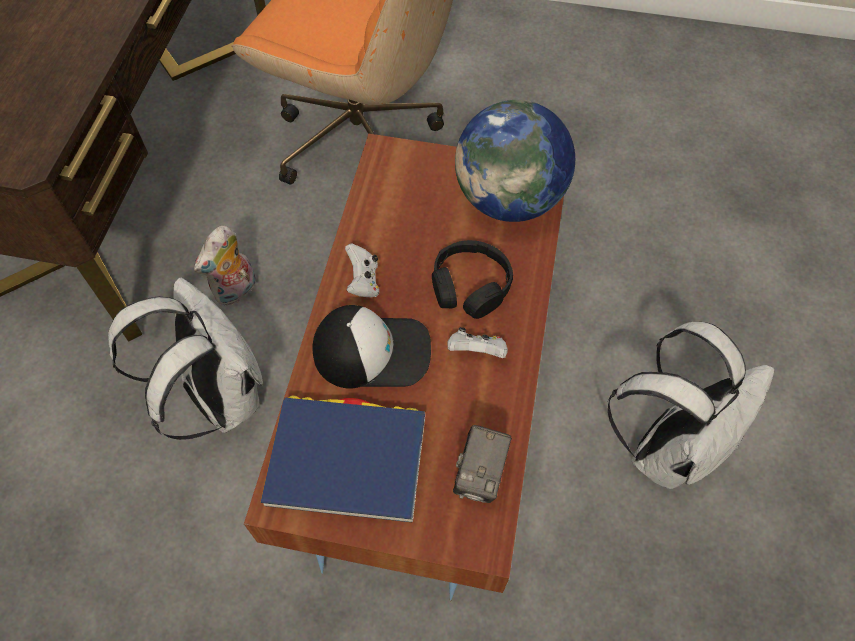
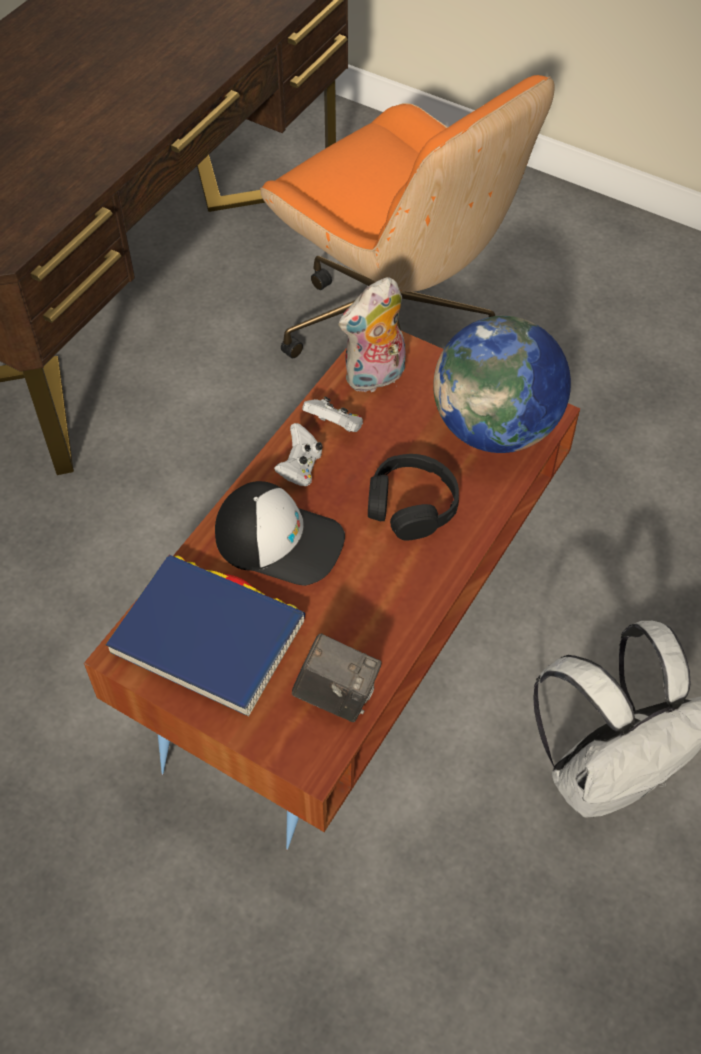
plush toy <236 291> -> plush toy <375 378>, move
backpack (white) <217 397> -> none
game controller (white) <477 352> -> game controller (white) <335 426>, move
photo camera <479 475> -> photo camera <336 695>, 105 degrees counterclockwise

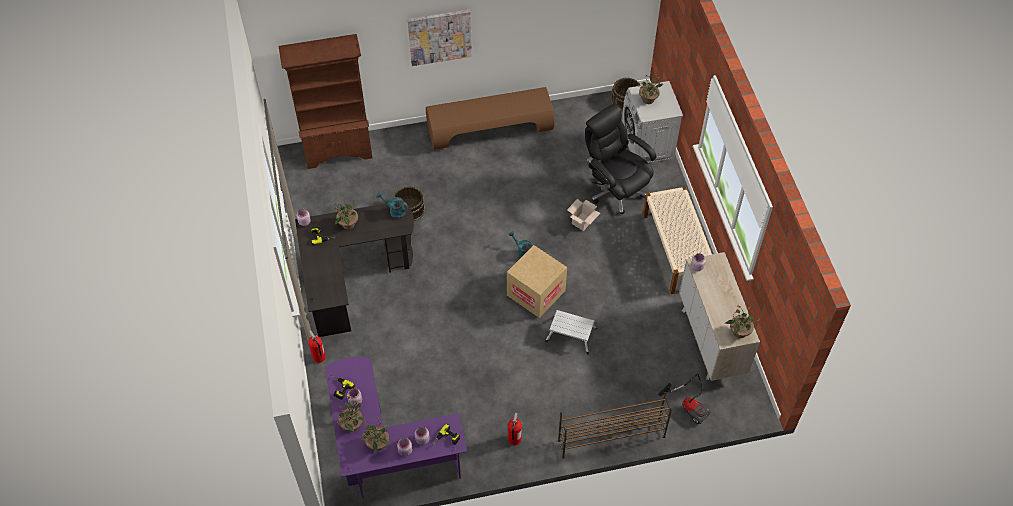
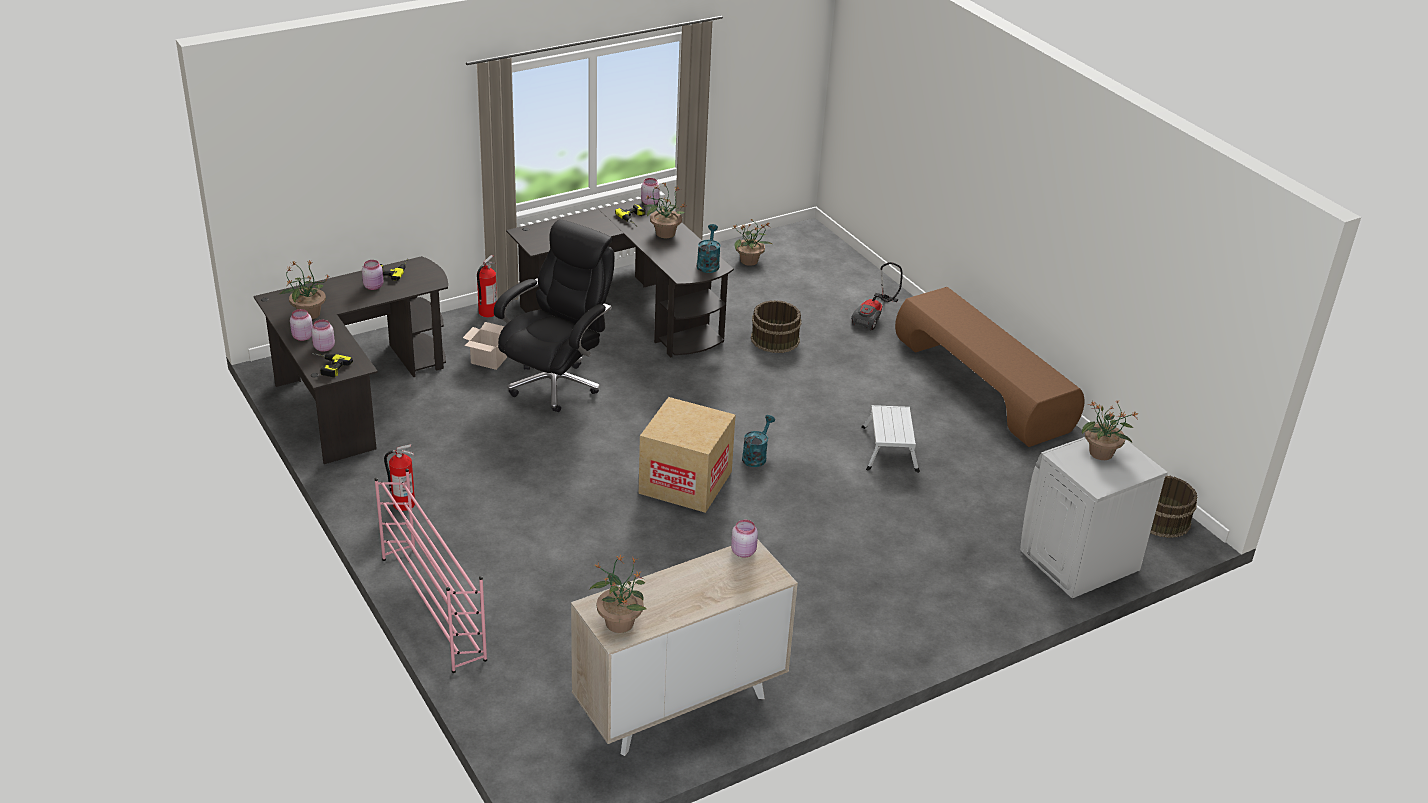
picture <440 36> -> none
bookcase (brown) <338 151> -> none
office chair (black) <615 191> -> office chair (black) <557 383>, move
bench (beige) <676 250> -> none
cardboard box <582 222> -> cardboard box <487 360>, move
step ladder (white) <571 334> -> step ladder (white) <889 449>, move
desk (purple) <385 452> -> desk (black) <352 391>
vacuum cleaner <689 406> -> vacuum cleaner <874 317>, move
shoe rack (brown) <611 438> -> shoe rack (pink) <433 607>
potted plant <352 425> -> potted plant <750 261>, move

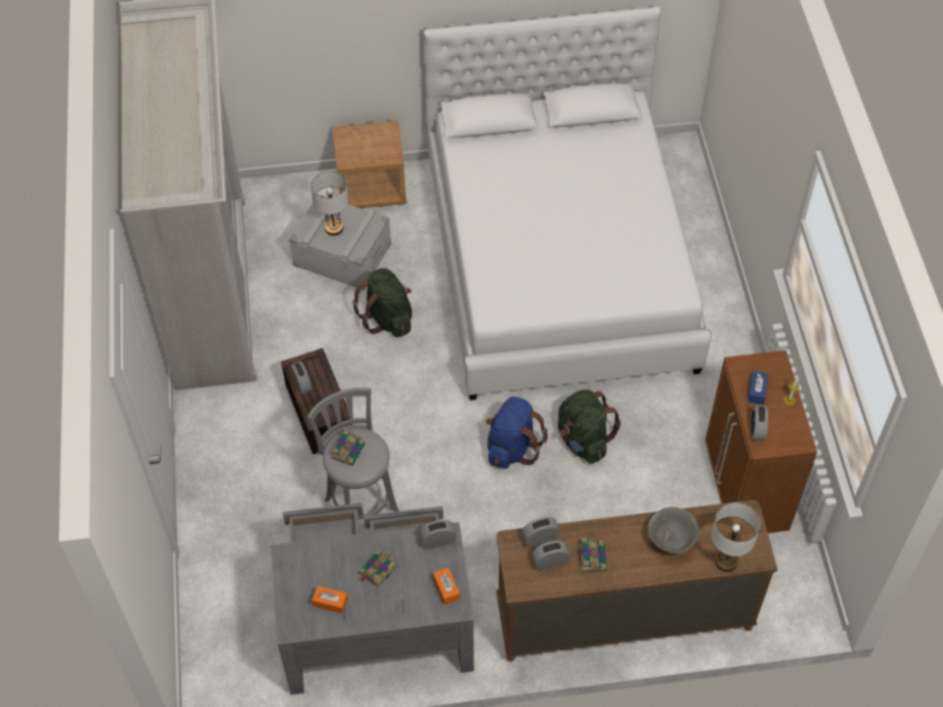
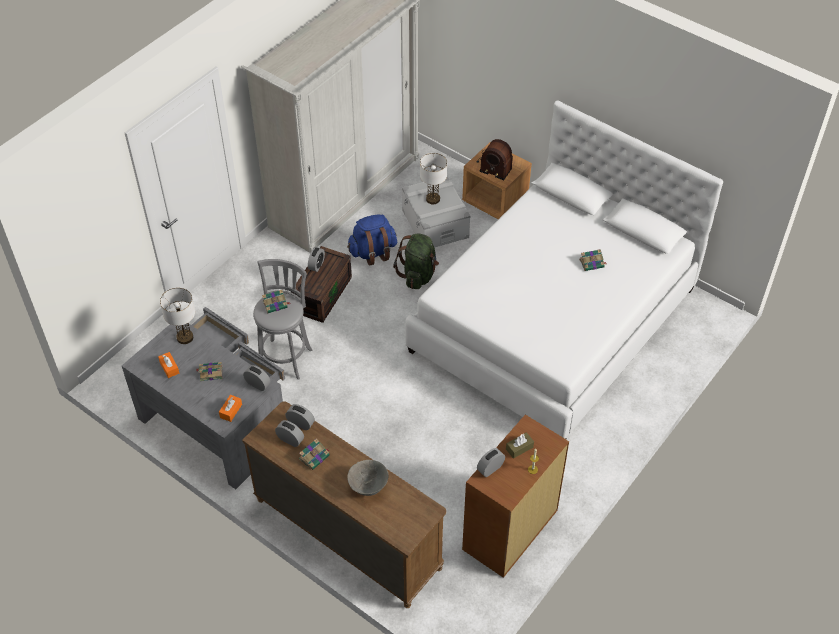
tissue box (blue) <757 391> -> tissue box (brown) <519 448>
backpack (green) <583 440> -> none
backpack (blue) <512 447> -> backpack (blue) <373 252>, move
table lamp <726 561> -> table lamp <184 338>, move
none -> radio <494 164>
none -> book <592 263>

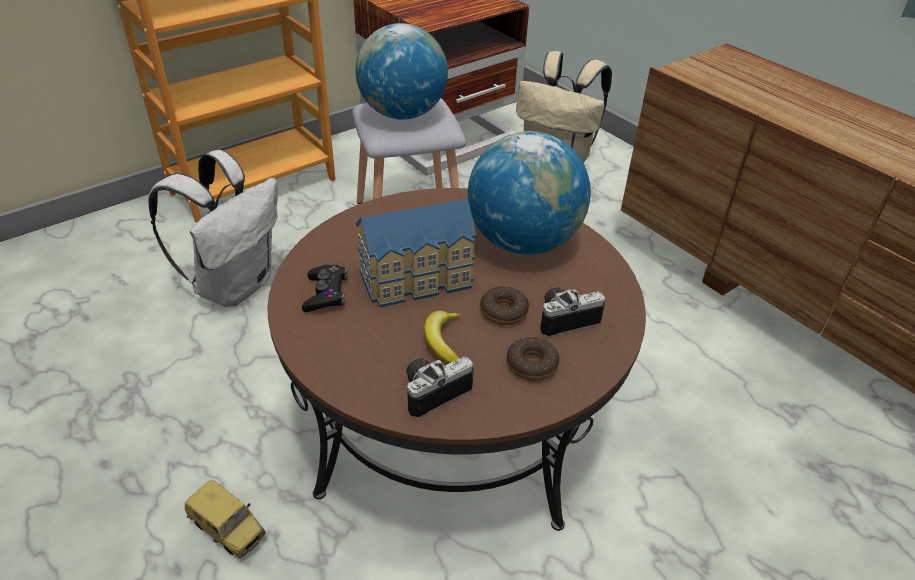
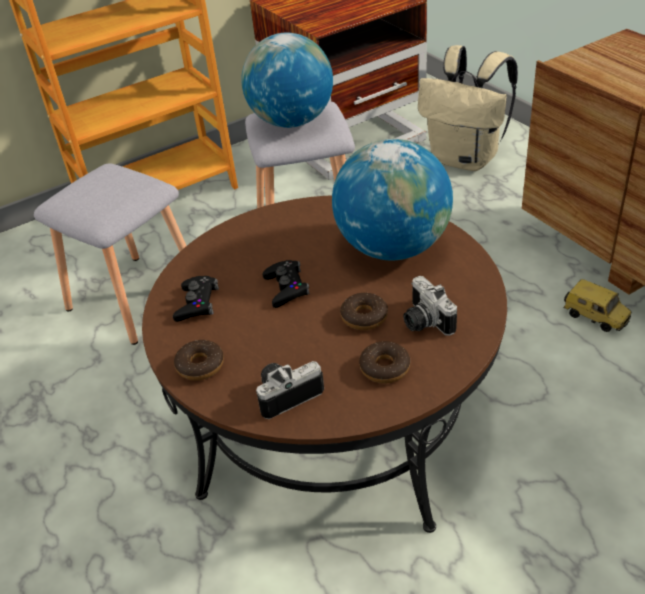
backpack (white) <235 285> -> stool (grey) <136 296>
toy house <419 280> -> game controller (black) <286 288>
photo camera <564 318> -> photo camera <423 322>, 105 degrees counterclockwise
banana <443 342> -> none
toy car <229 529> -> toy car <596 317>, move
none -> donut <200 365>

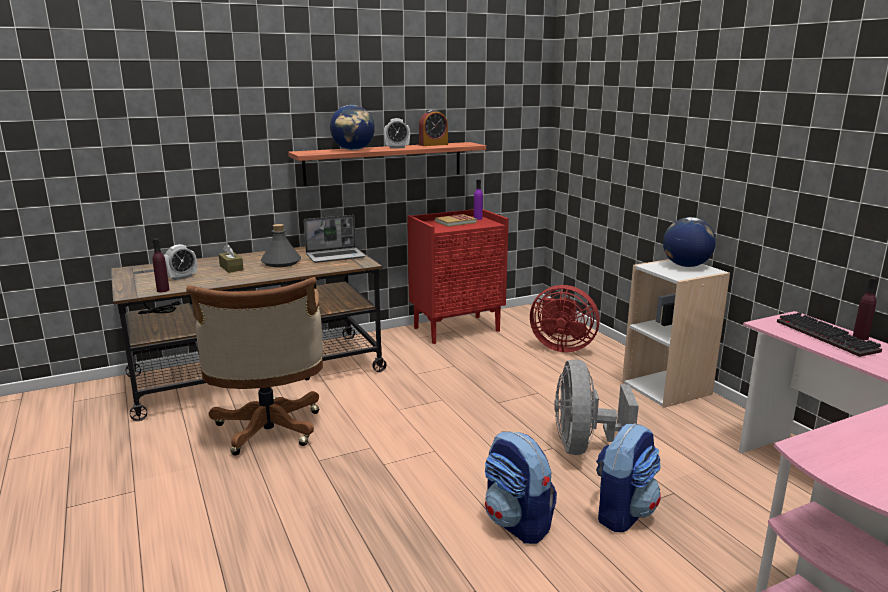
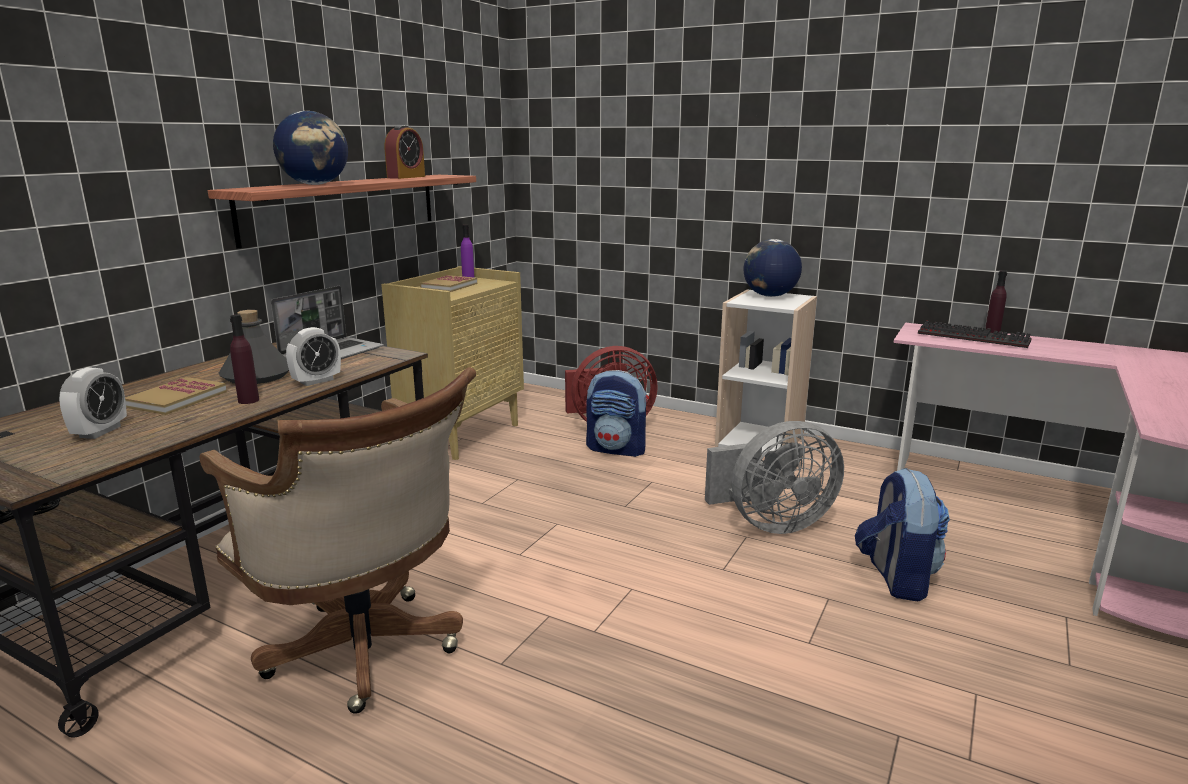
alarm clock <397 147> -> alarm clock <316 381>, move
cabinet (red) <457 329> -> cabinet (beige) <463 435>
bottle (purple) <163 290> -> bottle (purple) <248 400>, move
tissue box (brown) <231 268> -> book <177 399>
fan (grey) <583 446> -> fan (grey) <771 523>, 75 degrees counterclockwise
backpack <517 523> -> backpack <617 449>, move

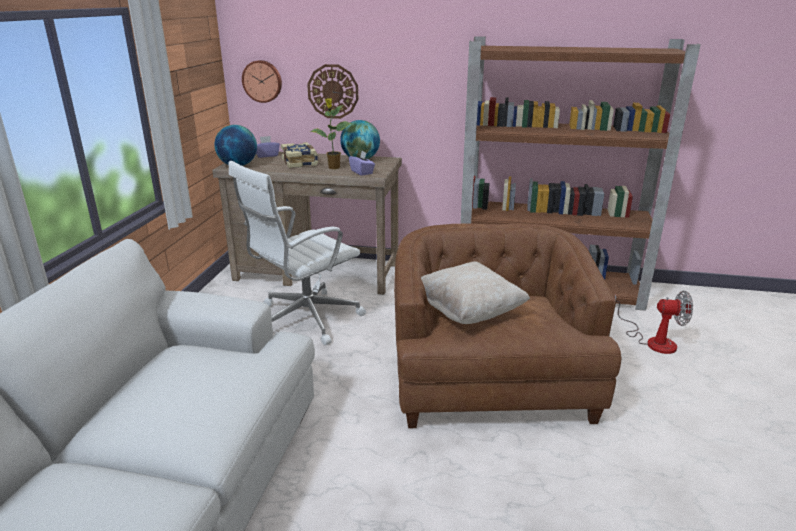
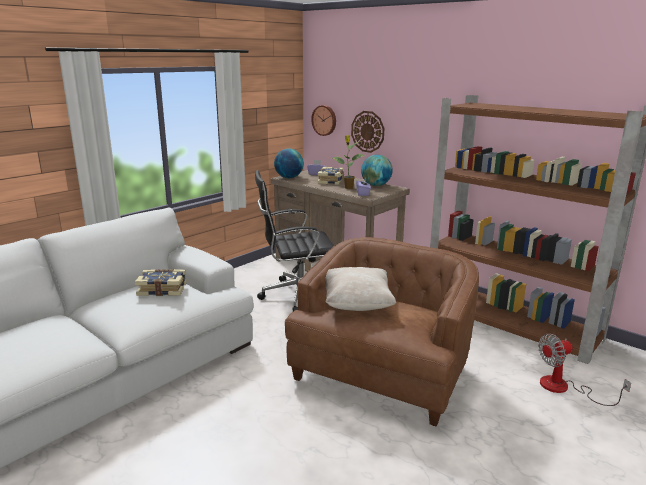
office chair (white) <304 319> -> office chair (black) <297 295>
fan <653 341> -> fan <564 388>, 120 degrees clockwise
none -> book <162 289>

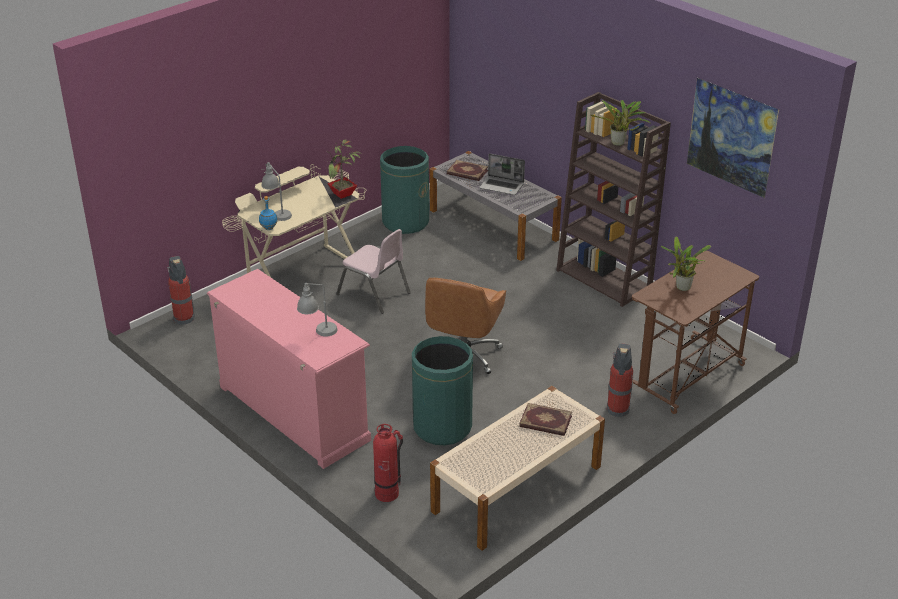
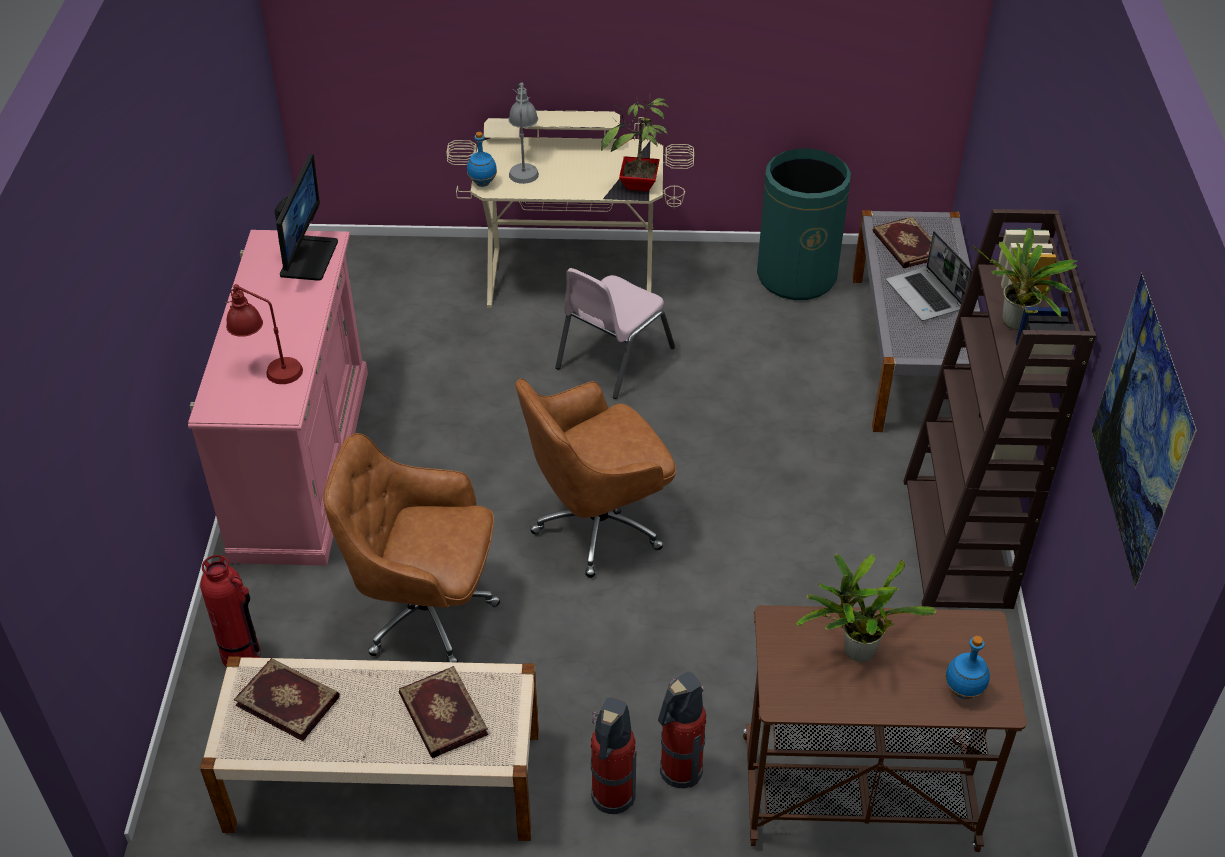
chair (pink) <374 294> -> chair (pink) <613 358>, 45 degrees clockwise
fire extinguisher <184 319> -> fire extinguisher <612 797>, move
table lamp (grey) <318 333> -> table lamp (red) <269 370>
trash can (green) <442 427> -> office chair (brown) <427 612>
none -> monitor <307 257>
none -> bottle (blue) <963 690>
none -> book <288 700>

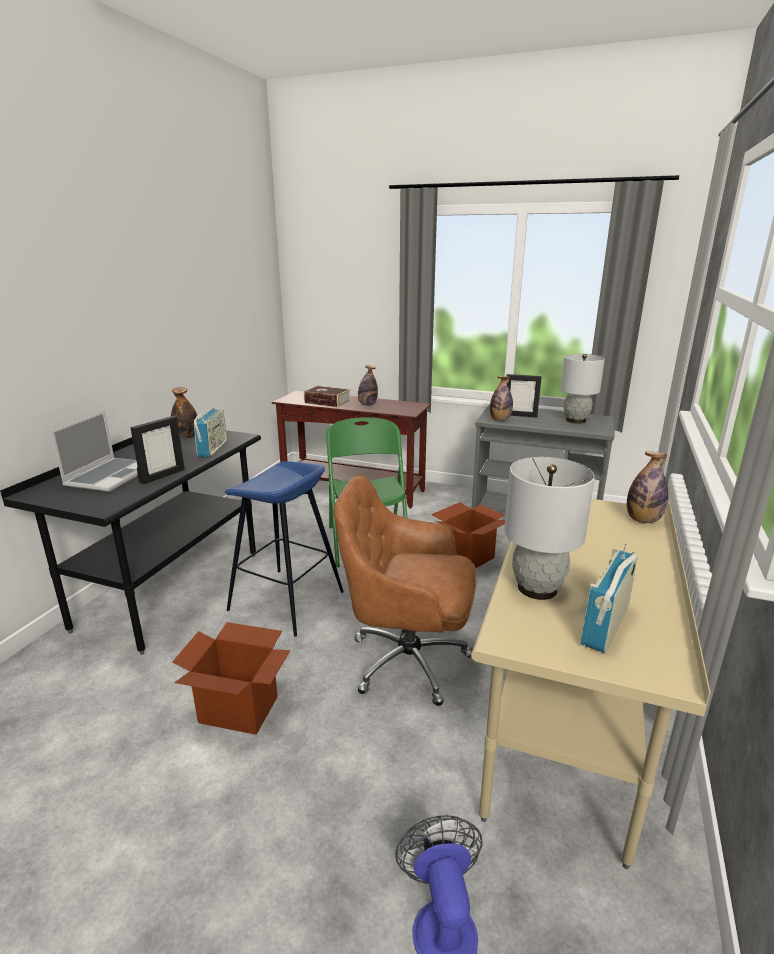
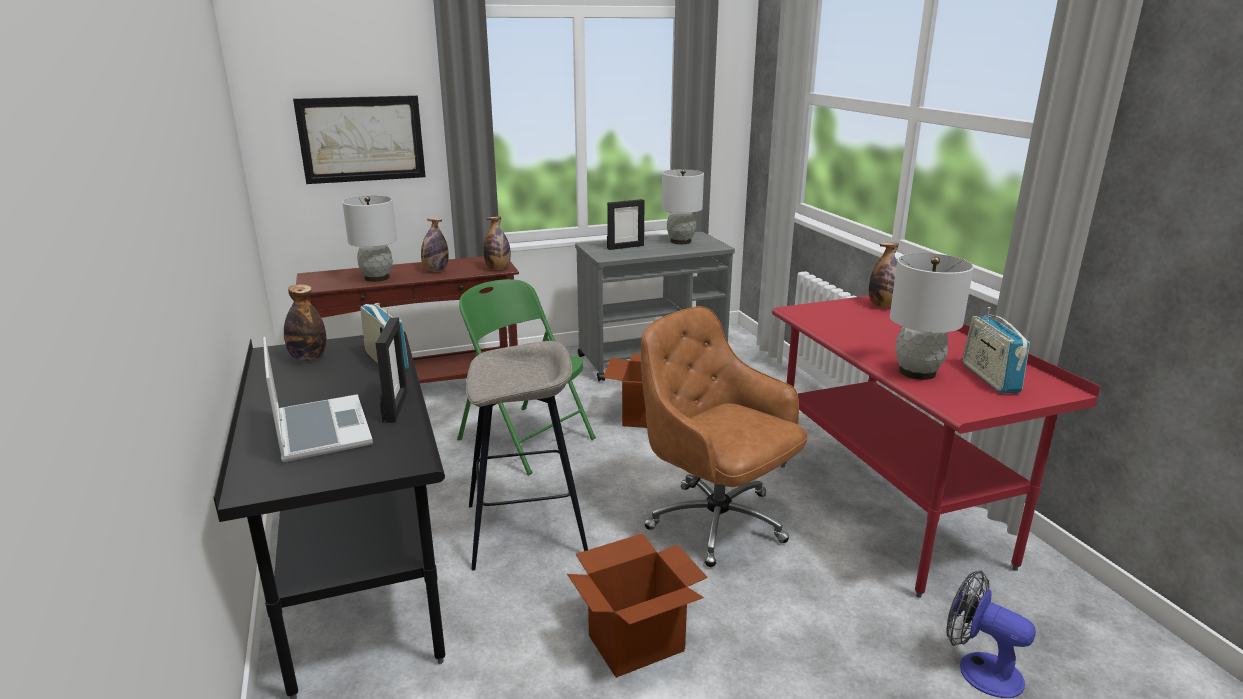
bottle <500 420> -> bottle <498 268>, move
book <327 402> -> table lamp (white) <377 278>
stool (blue) <286 601> -> stool (grey) <526 529>
office chair (brown) <408 660> -> office chair (brown) <717 521>, 75 degrees clockwise
desk (beige) <564 732> -> desk (red) <887 512>
none -> picture <362 139>

